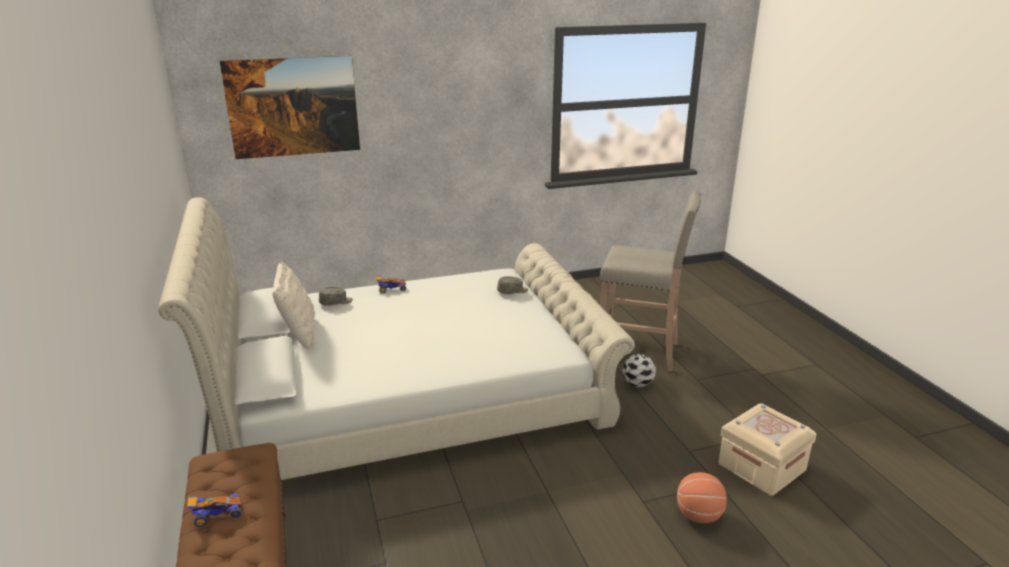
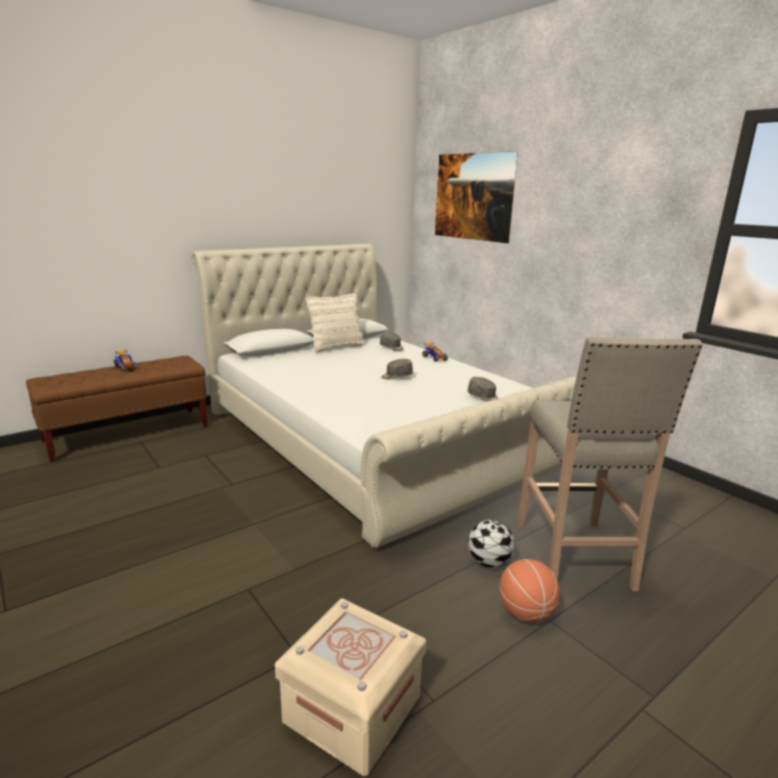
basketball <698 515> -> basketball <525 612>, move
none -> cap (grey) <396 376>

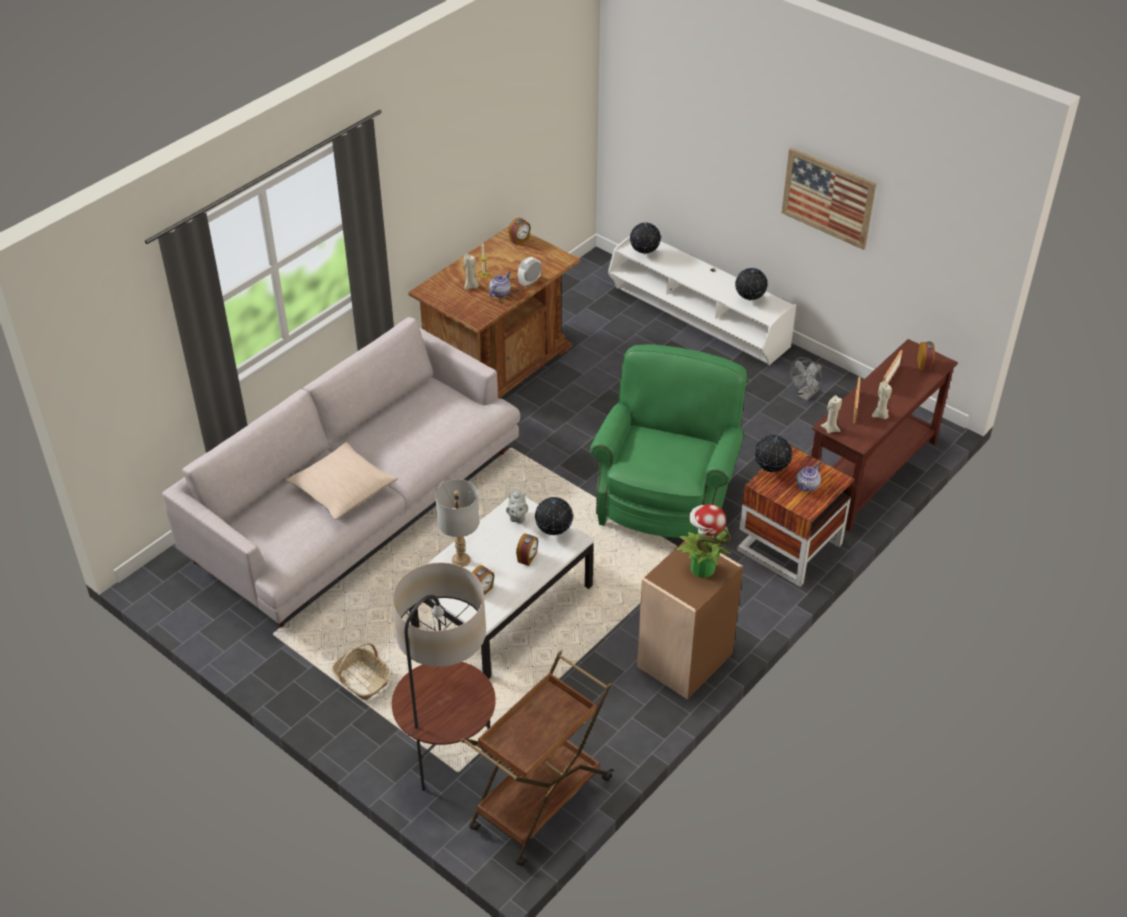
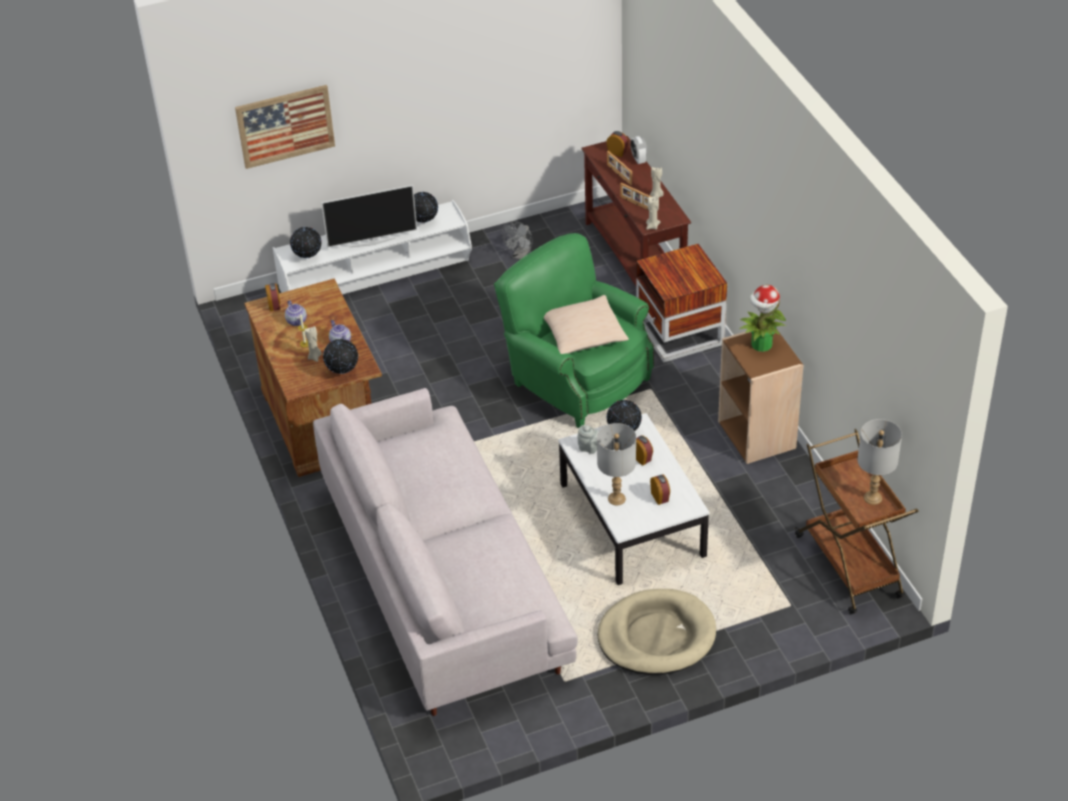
picture <828 197> -> picture <285 126>, move
alarm clock <529 282> -> alarm clock <638 159>, move
fan (grey) <805 395> -> fan (grey) <520 255>, 45 degrees clockwise
globe <771 471> -> globe <343 372>, move
pillow (beige) <343 489> -> pillow (beige) <583 334>, move
teapot <807 486> -> teapot <297 321>, move
floor lamp <448 762> -> none
basket <362 680> -> dog bed (beige) <656 636>
none -> television <372 242>
none -> table lamp (grey) <873 498>

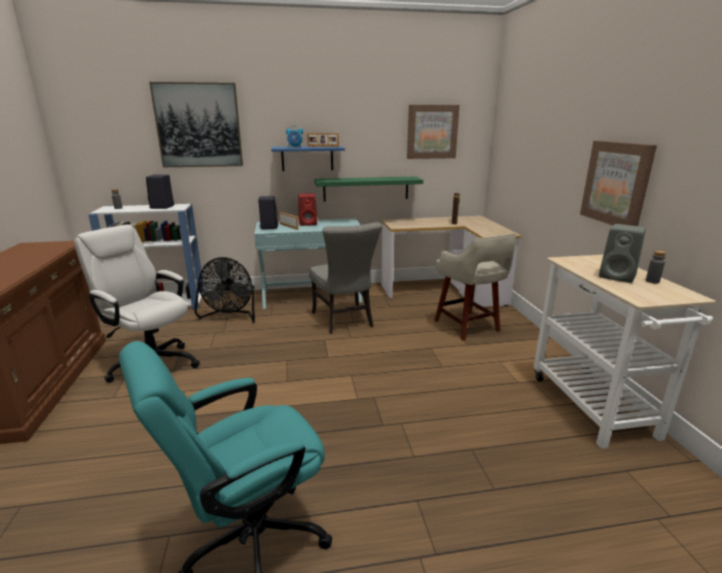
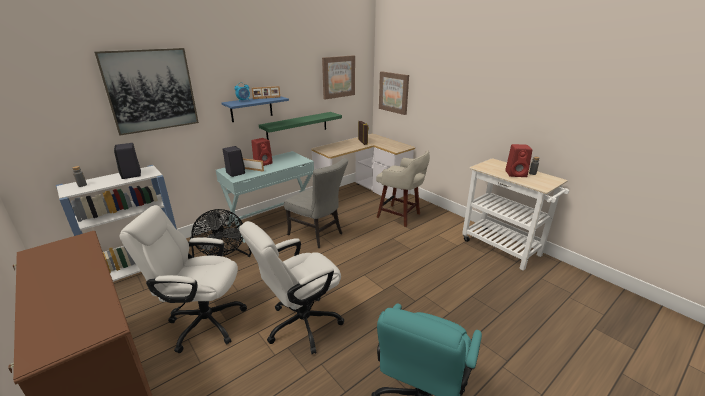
picture <616 183> -> picture <394 92>, move
speaker (grey) <618 277> -> speaker (red) <516 174>
none -> office chair (white) <300 326>

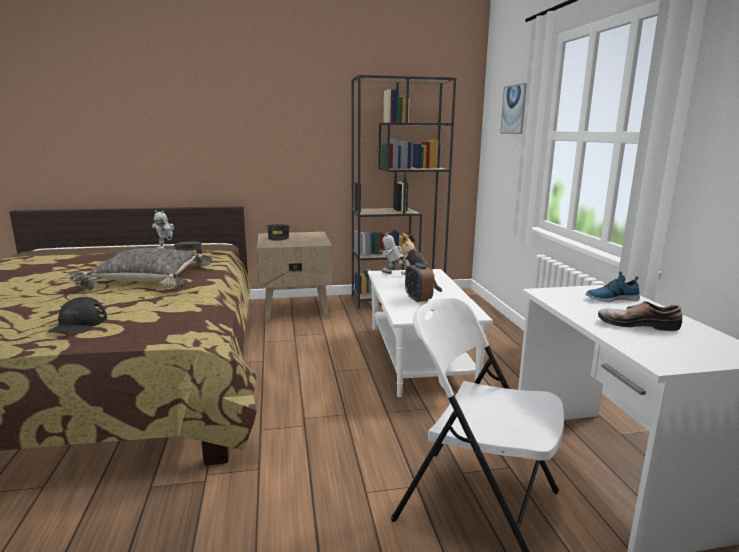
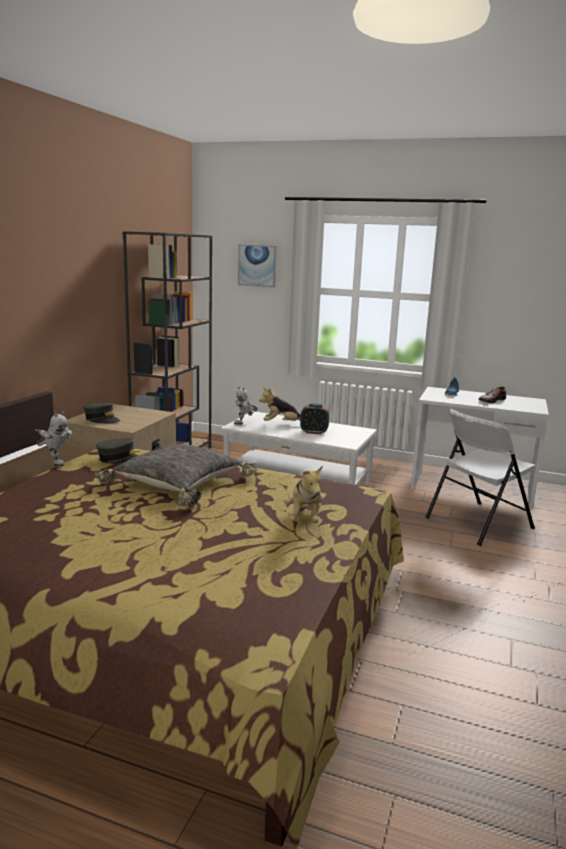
cap (black) <78 324> -> plush toy <305 518>

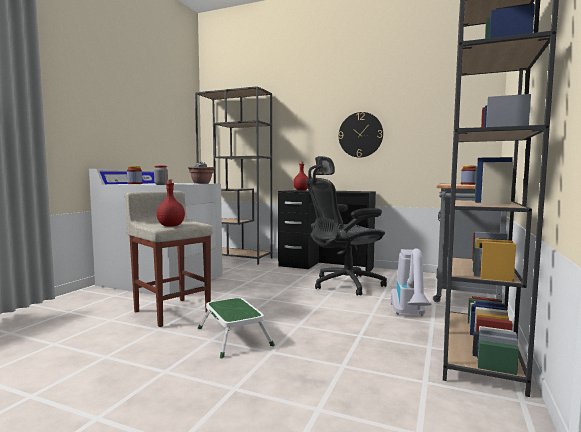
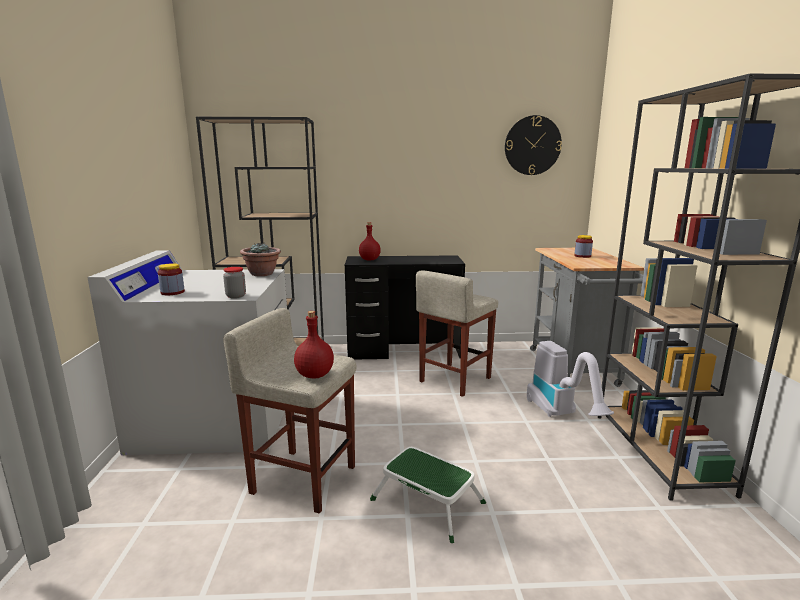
wall clock <360 135> -> wall clock <532 145>, move
office chair <344 285> -> stool (beige) <454 380>

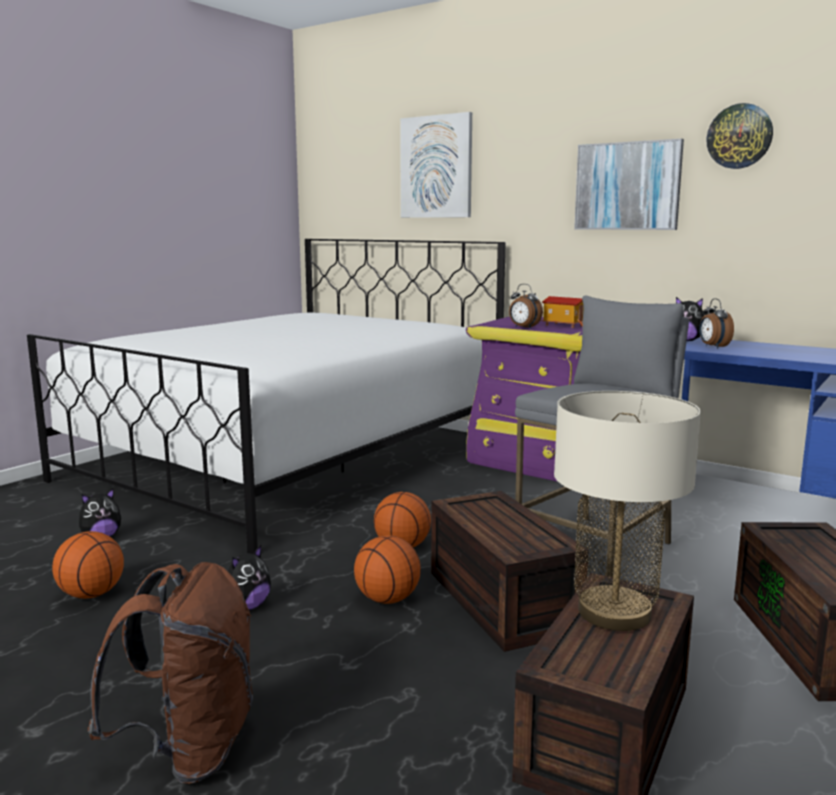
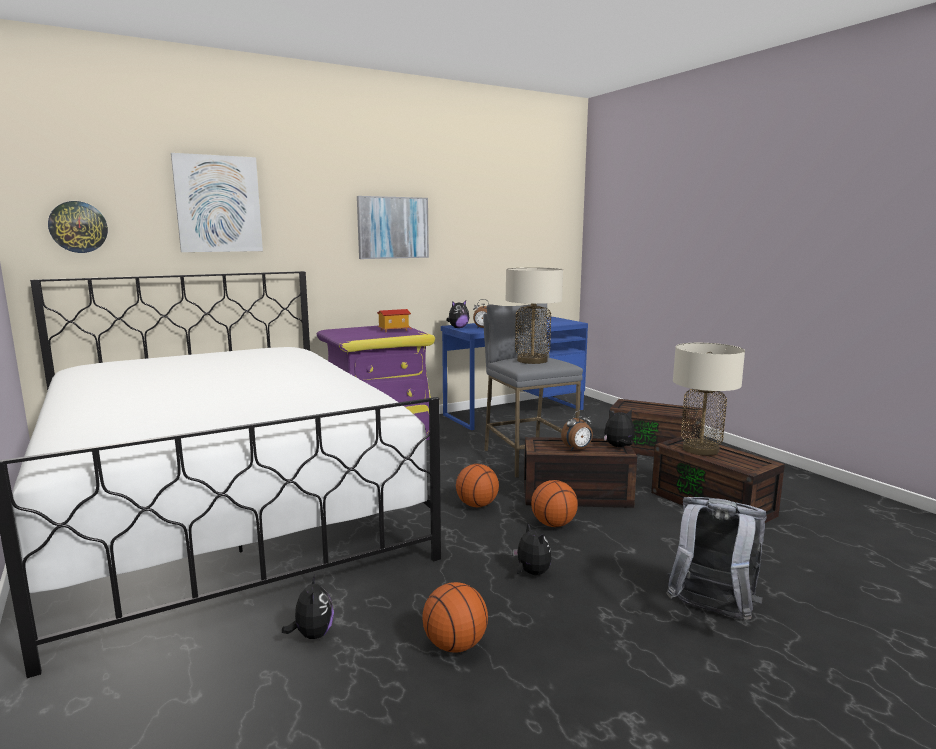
wall clock <739 136> -> wall clock <78 227>, move
alarm clock <523 327> -> alarm clock <577 449>, move
backpack (brown) <189 749> -> backpack (grey) <710 614>
none -> table lamp <532 360>
none -> plush toy <619 447>

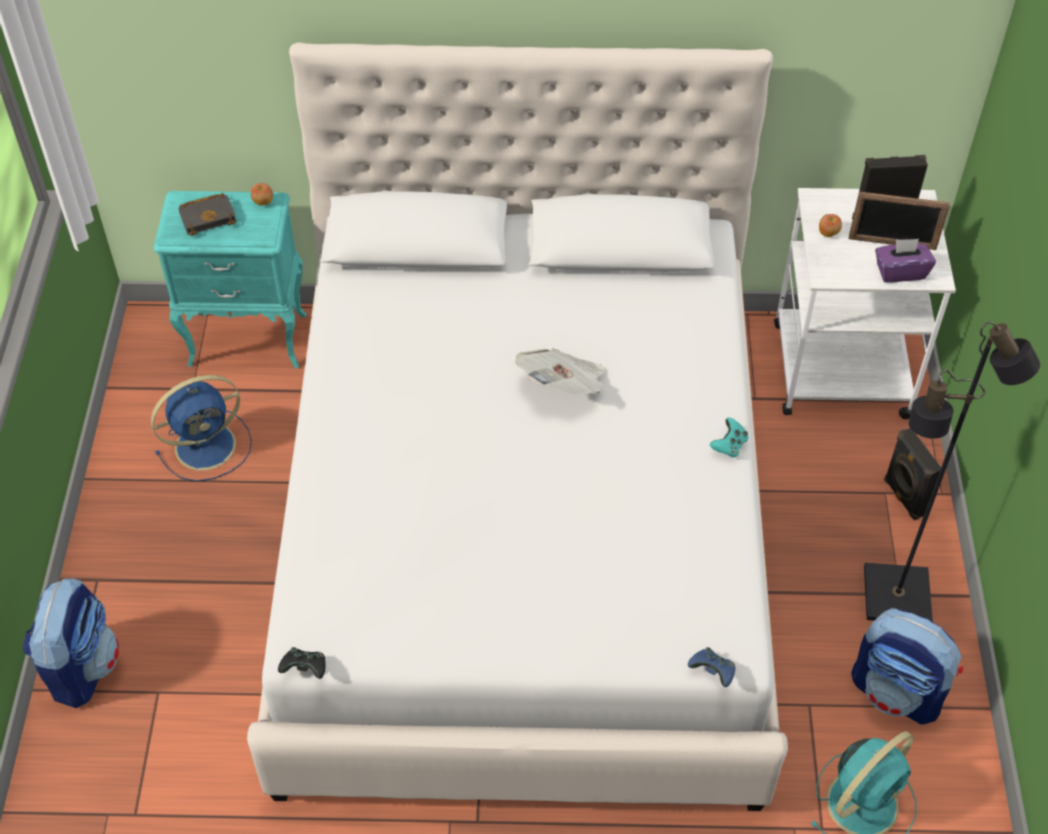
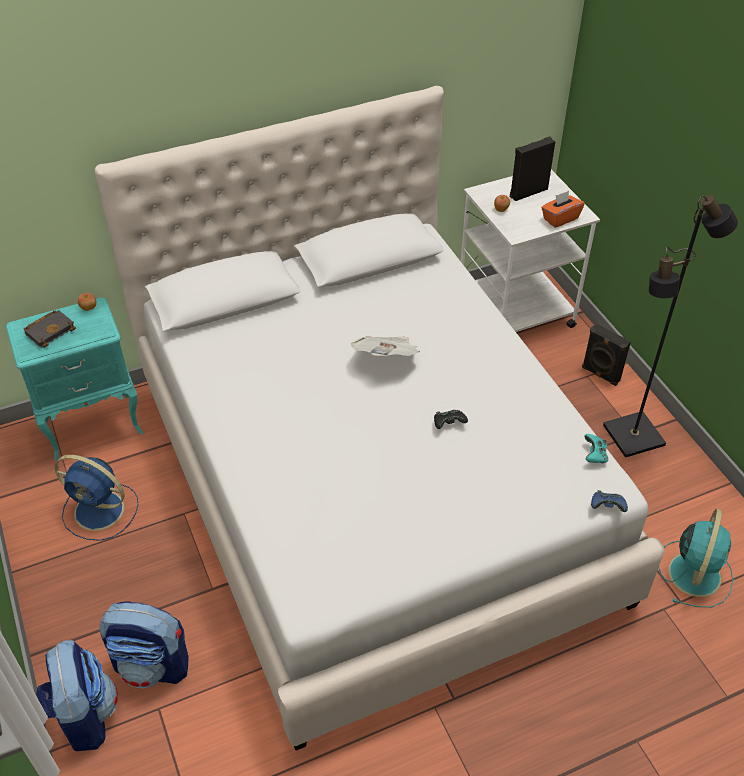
picture frame <892 243> -> none
tissue box (purple) <900 272> -> tissue box (orange) <560 218>
fan (blue) <208 445> -> fan (blue) <101 511>, 75 degrees clockwise
game controller (turquoise) <729 445> -> game controller (turquoise) <594 455>, move
backpack <897 692> -> backpack <153 665>, move
game controller (black) <305 669> -> game controller (black) <448 424>, move

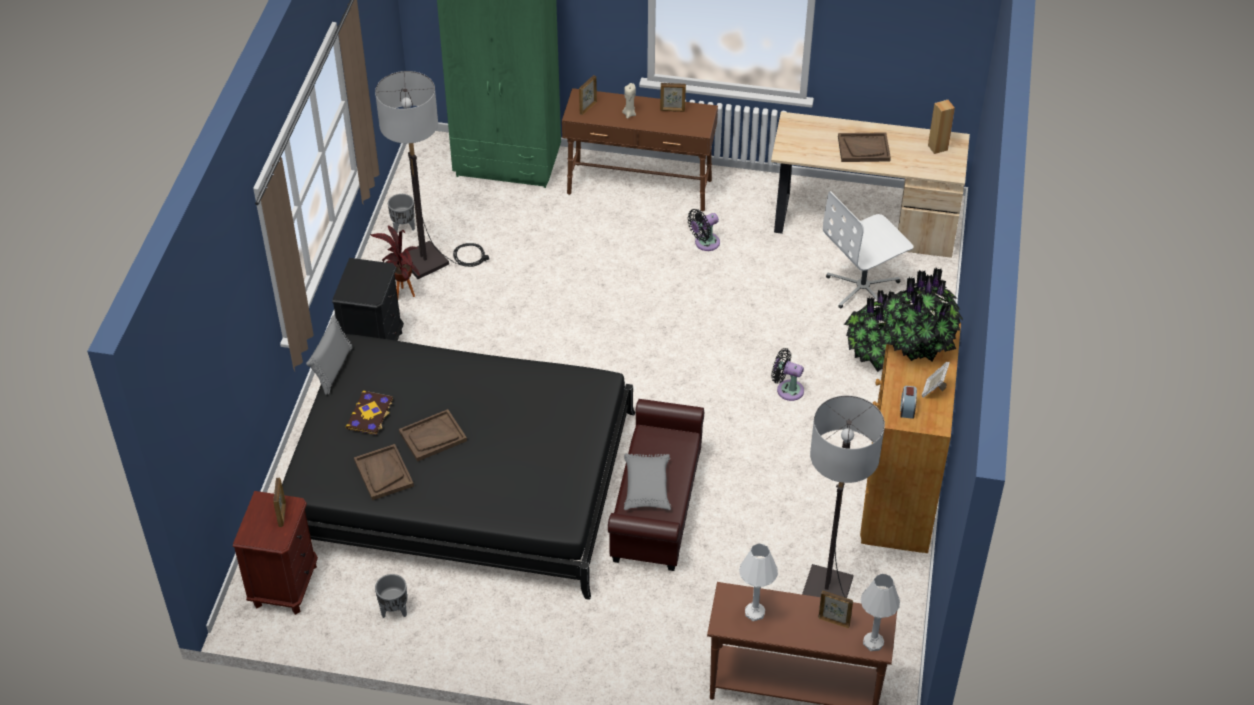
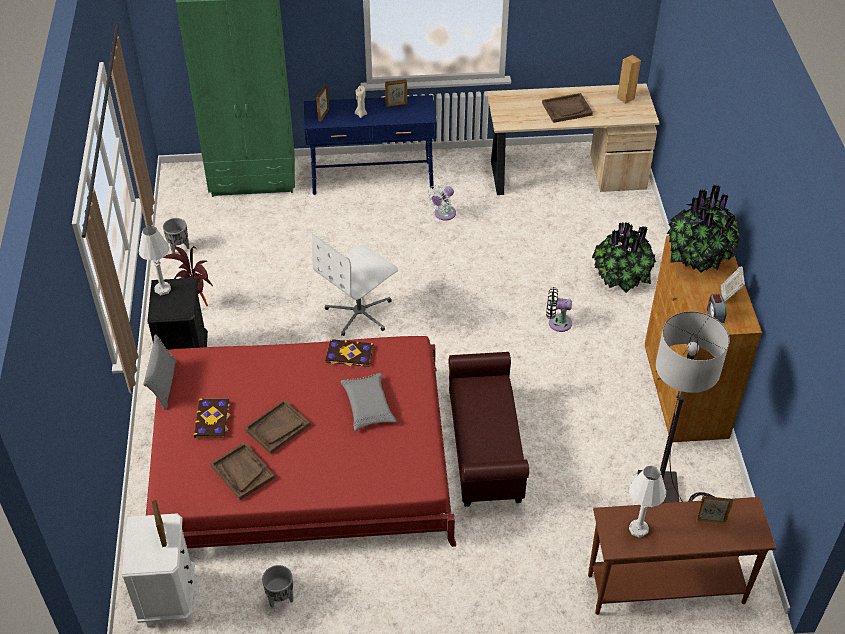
floor lamp <437 260> -> none
console table (brown) <639 188> -> console table (blue) <372 179>
office chair (white) <863 288> -> office chair (white) <360 313>, move
fan (black) <704 243> -> fan (white) <443 214>
bed (black) <459 479> -> bed (red) <301 461>
pillow (grey) <647 485> -> pillow (grey) <368 404>, move
nightstand (brown) <285 585> -> nightstand (white) <169 598>
table lamp (white) <873 642> -> table lamp (white) <162 289>, move
none -> book <349 354>

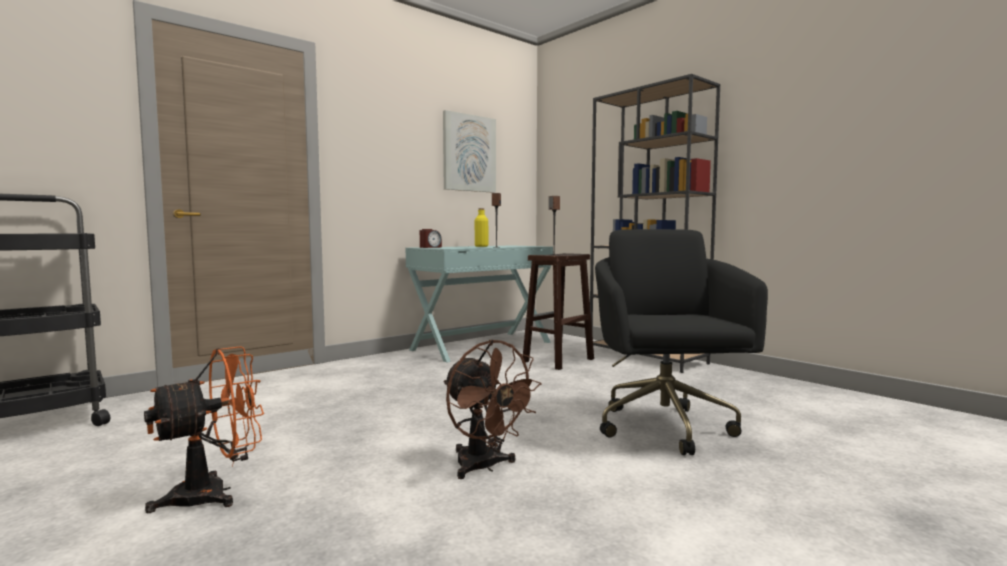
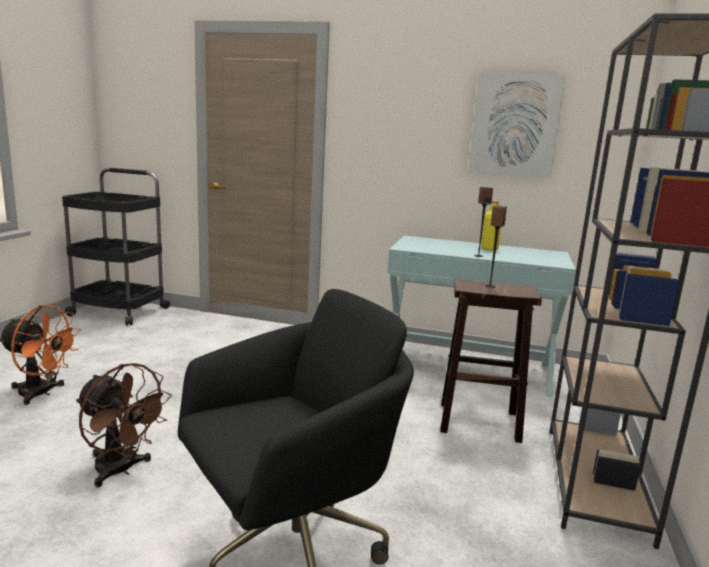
alarm clock <430 247> -> none
fan (brown) <484 467> -> fan (brown) <121 470>, 75 degrees counterclockwise

